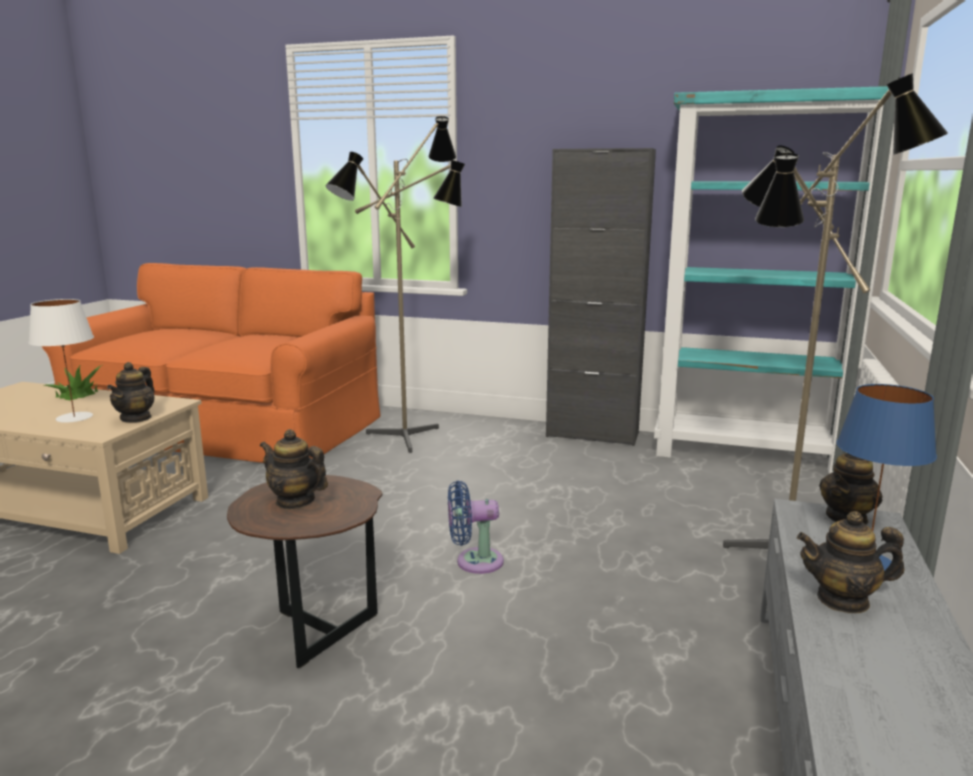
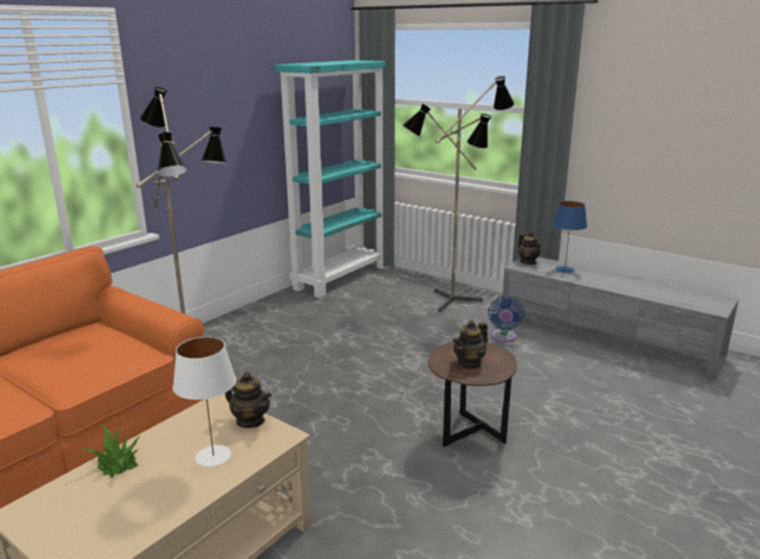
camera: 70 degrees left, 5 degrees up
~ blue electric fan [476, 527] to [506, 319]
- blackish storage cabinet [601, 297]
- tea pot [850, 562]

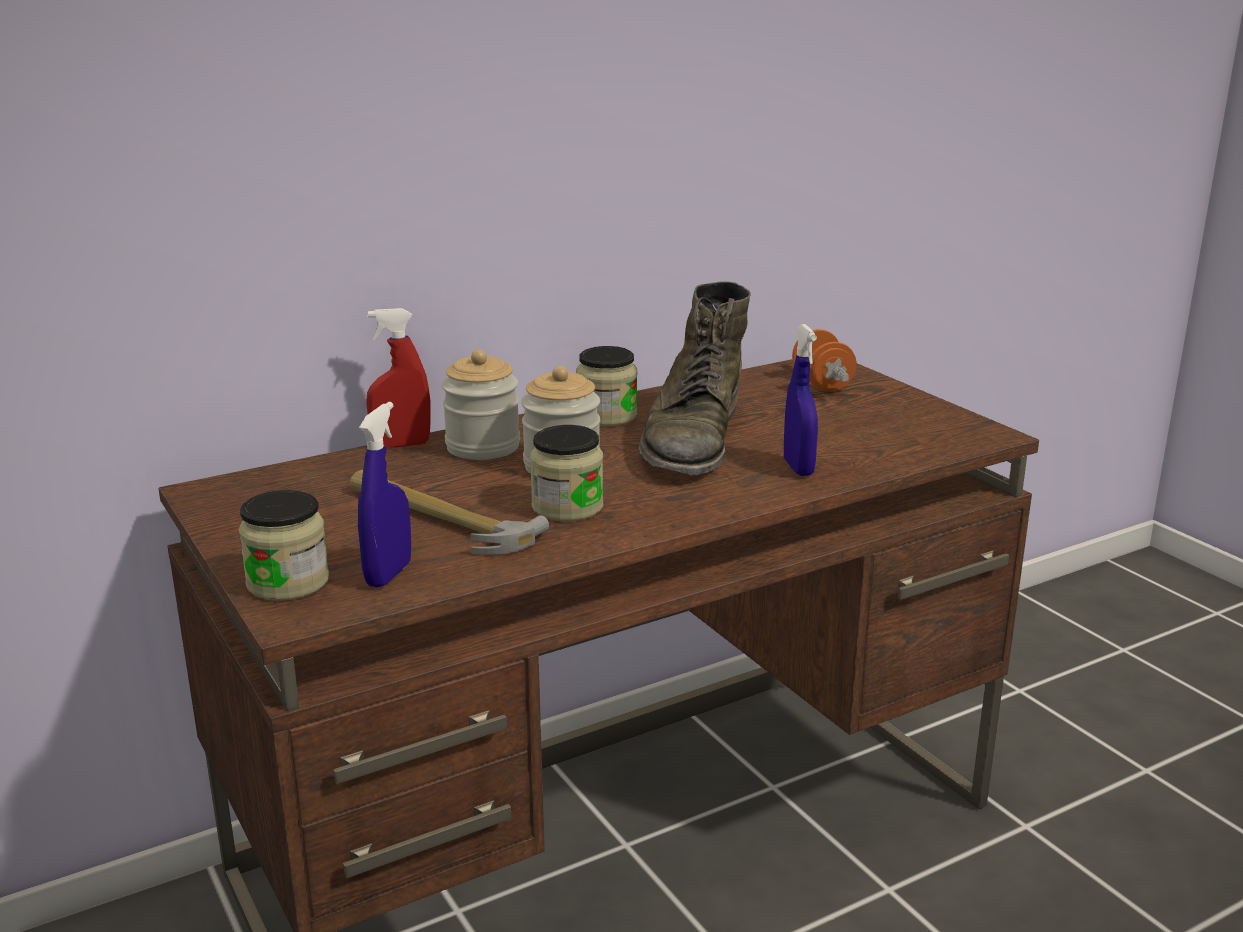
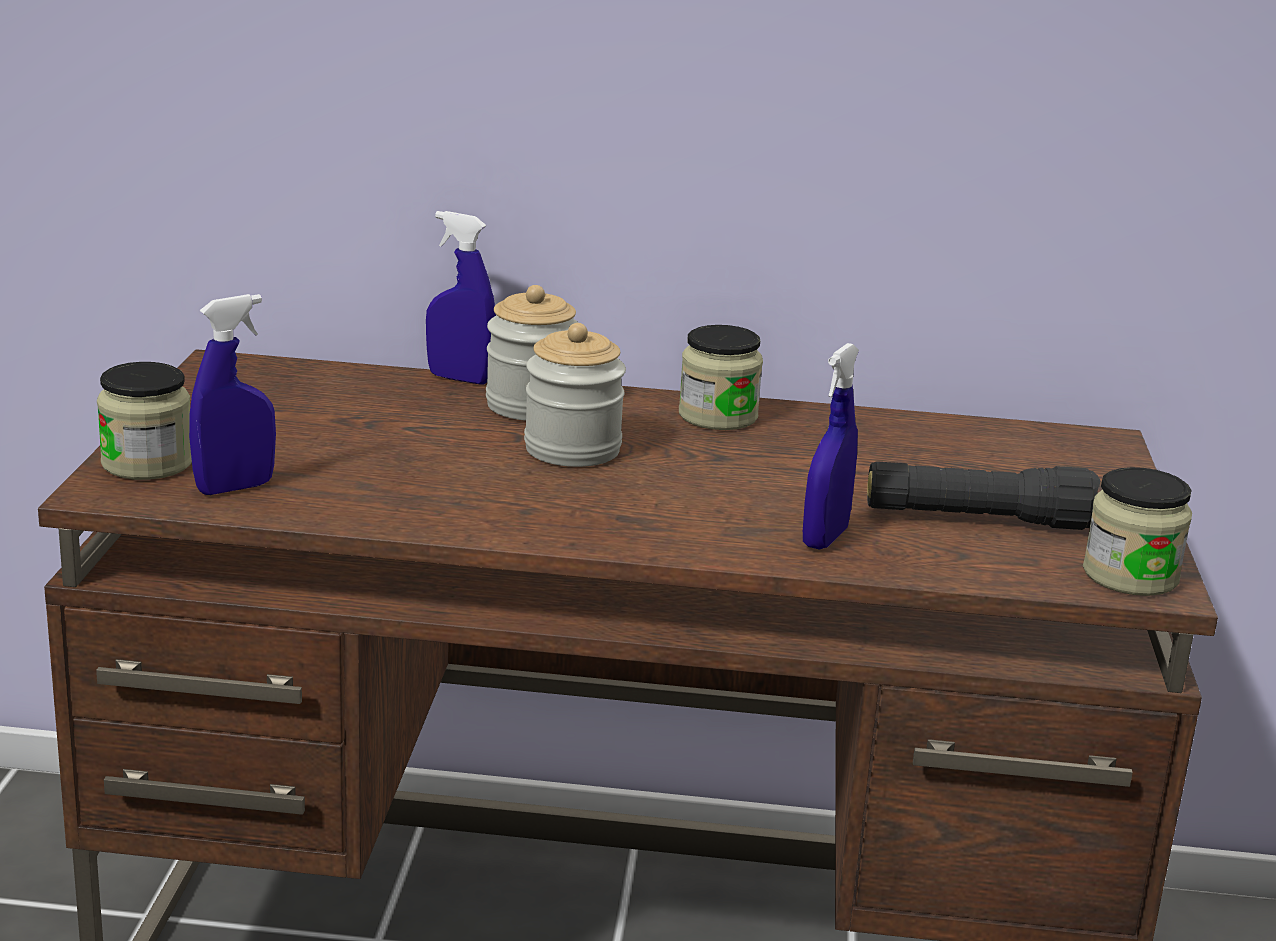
camera: 35 degrees right, 0 degrees up
- hand hammer [449, 512]
~ reddish sprayer [398, 378] to blue sprayer [461, 297]
~ storage jar [566, 473] to [1137, 531]
- greenish boot [695, 378]
- orange hand weight [824, 360]
+ blackish torch [983, 495]

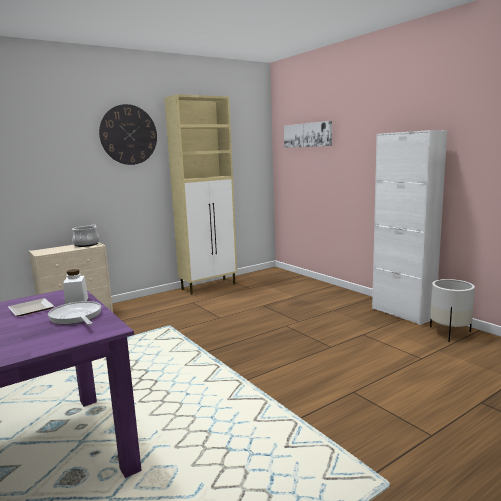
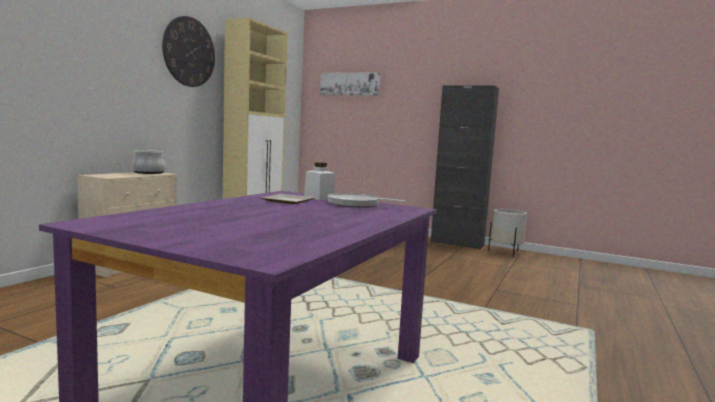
camera: 30 degrees left, 5 degrees down
~ whitish storage cabinet [409, 227] to blackish storage cabinet [465, 167]

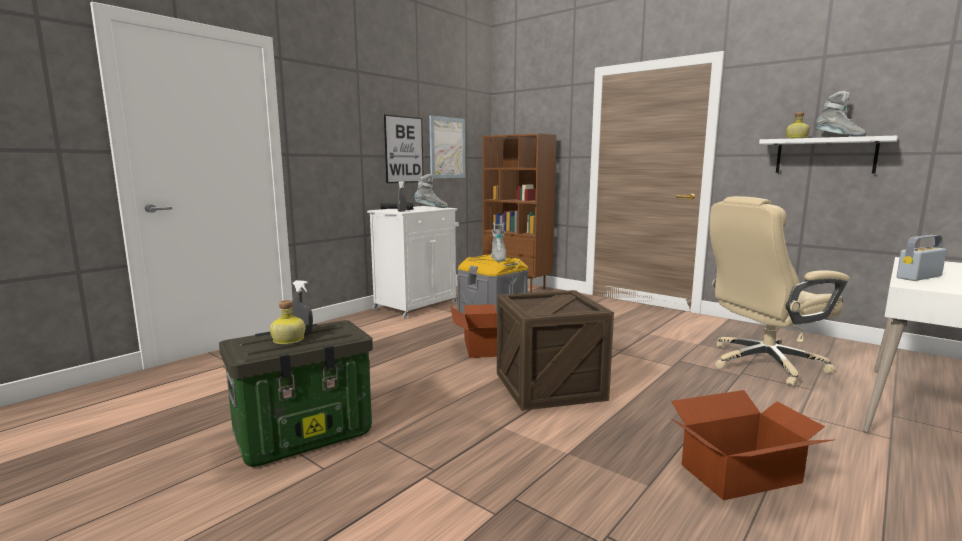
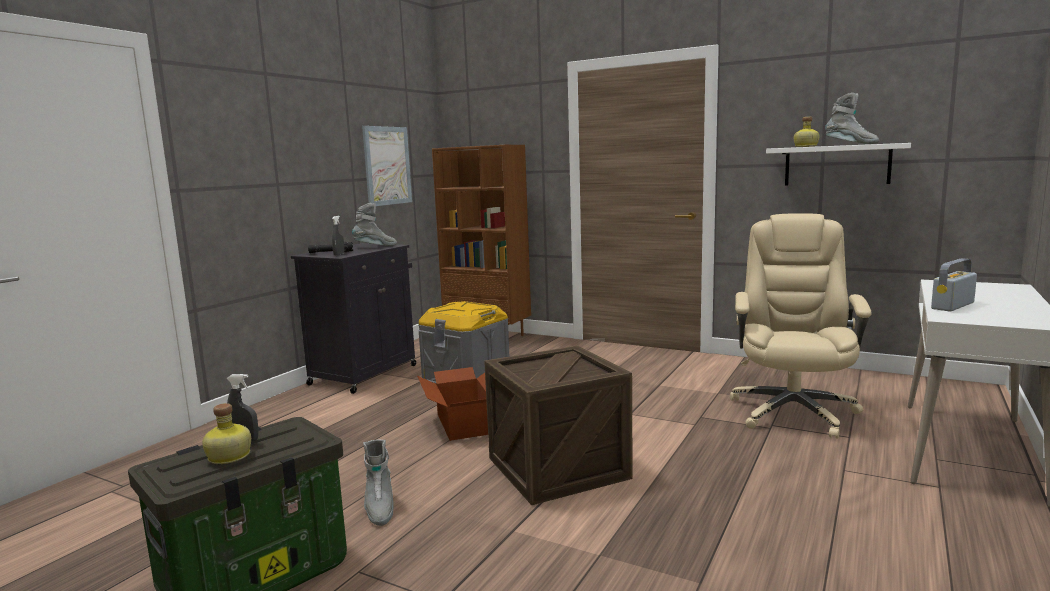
camera: 10 degrees left, 0 degrees up
~ whitish storage cabinet [413, 262] to blackish storage cabinet [353, 318]
- picture [404, 149]
~ greyish boot [498, 242] to [378, 483]
- carton [751, 445]
~ sand-coloured desk chair [779, 291] = [801, 326] 135 degrees clockwise

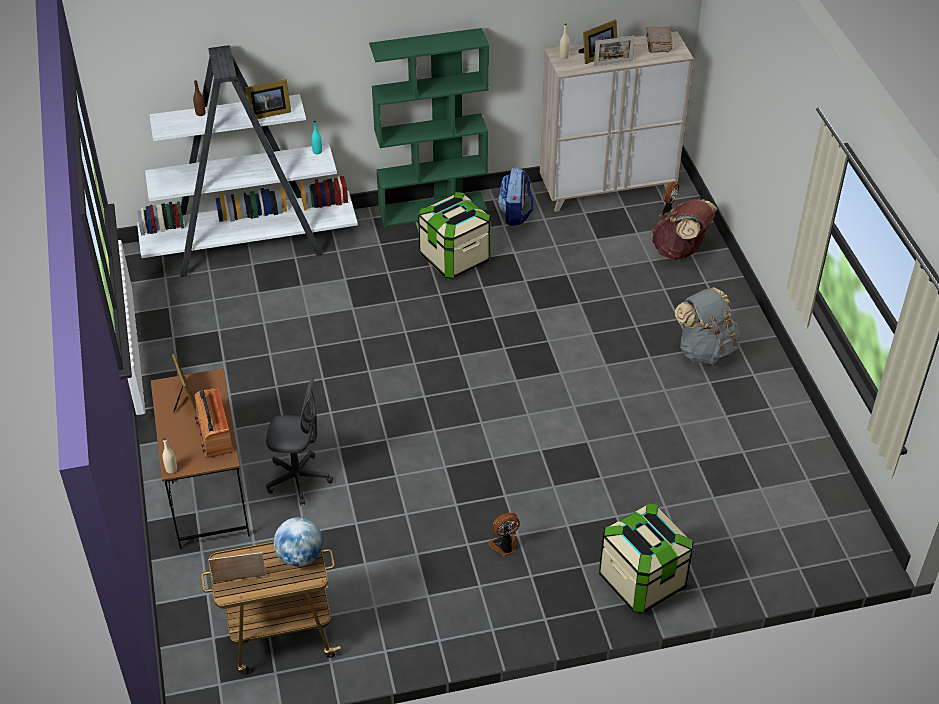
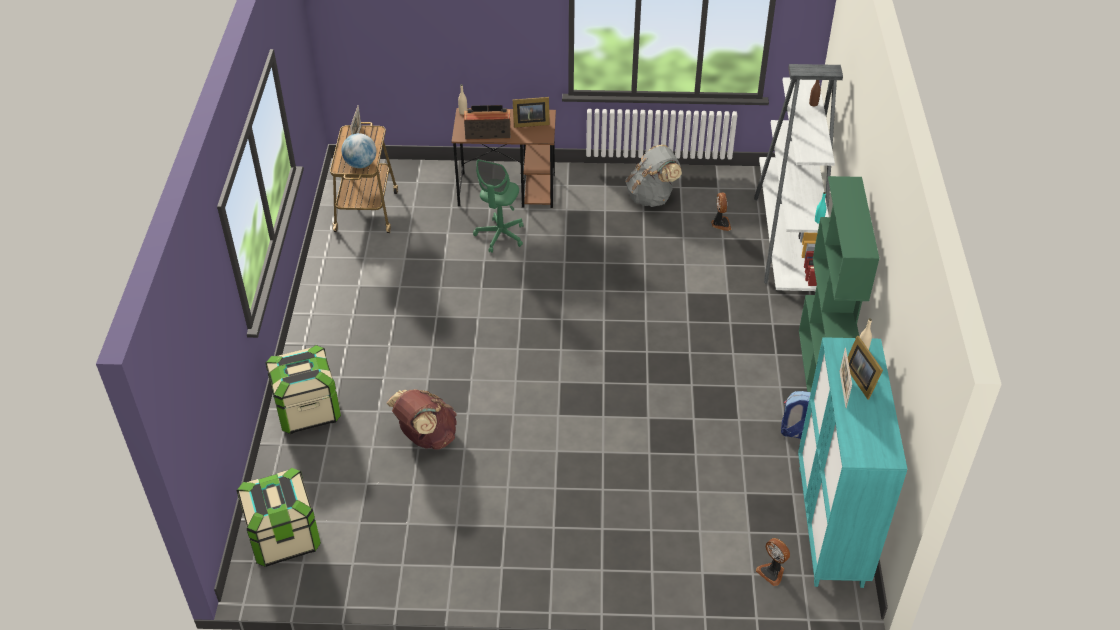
camera: 105 degrees right, 0 degrees up
- photo frame [268, 99]
~ greyish desk chair [299, 441] to greenish desk chair [498, 206]
~ storage container [454, 235] to [279, 517]
~ electric fan [504, 535] to [721, 212]
~ sand-coloured storage cabinet [617, 122] to turquoise storage cabinet [852, 462]
- brown book [659, 40]
~ brown knapsack [684, 229] to [421, 419]
~ greyish knapsack [707, 326] to [653, 176]

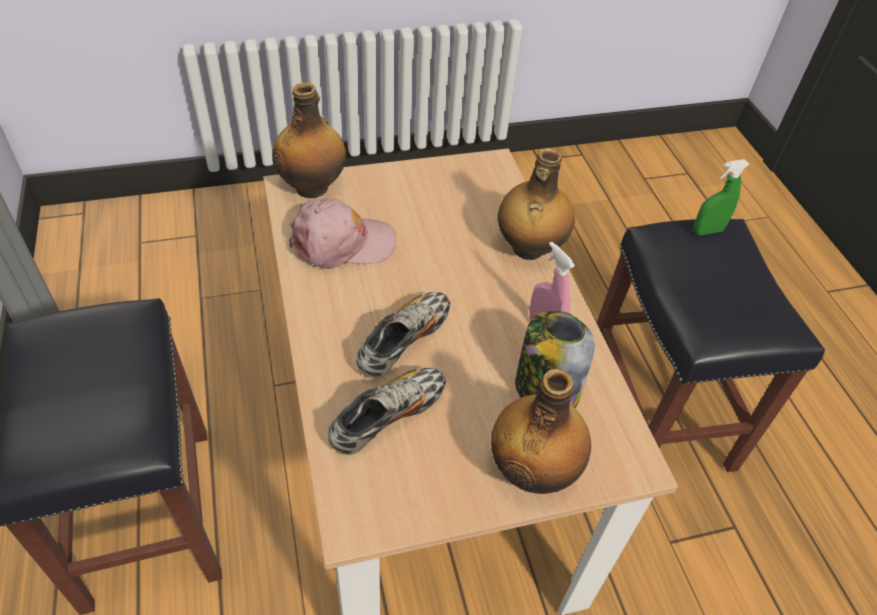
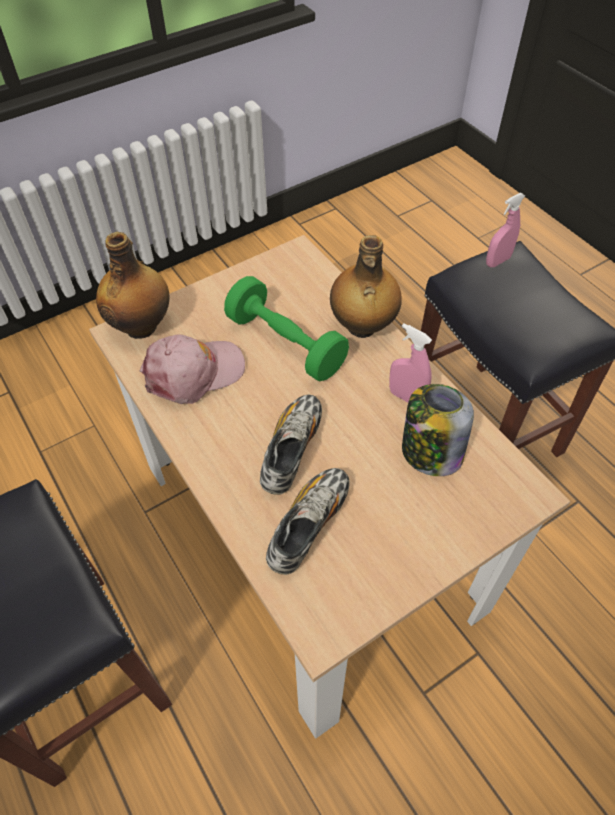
camera: 15 degrees left, 5 degrees up
- beverage bottle [541, 431]
~ greenish sprayer [721, 197] to pink sprayer [505, 230]
+ greenish hand weight [286, 329]

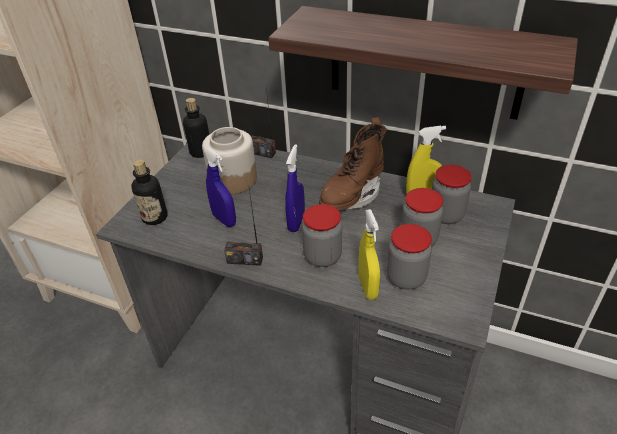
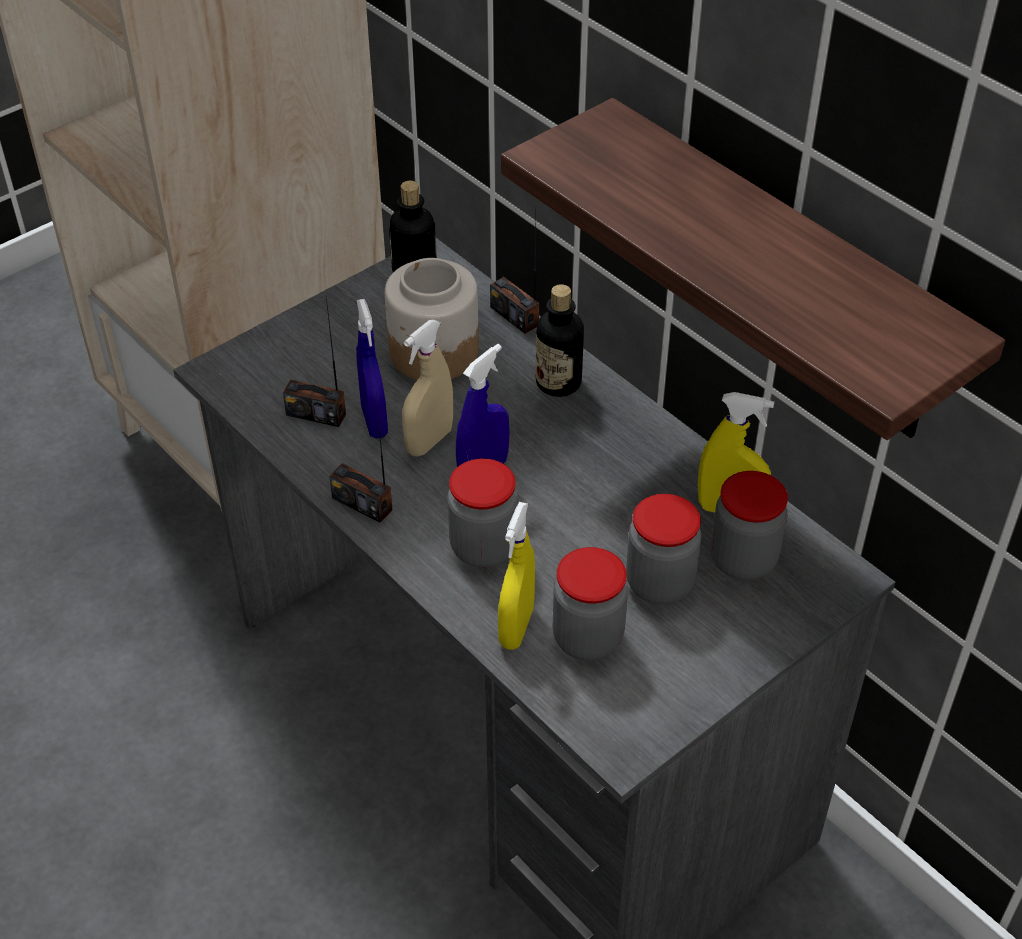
camera: 25 degrees right, 5 degrees up
~ beverage bottle [149, 192] to [560, 340]
- brown boot [353, 163]
+ radio receiver [314, 362]
+ sand-coloured sprayer [427, 388]

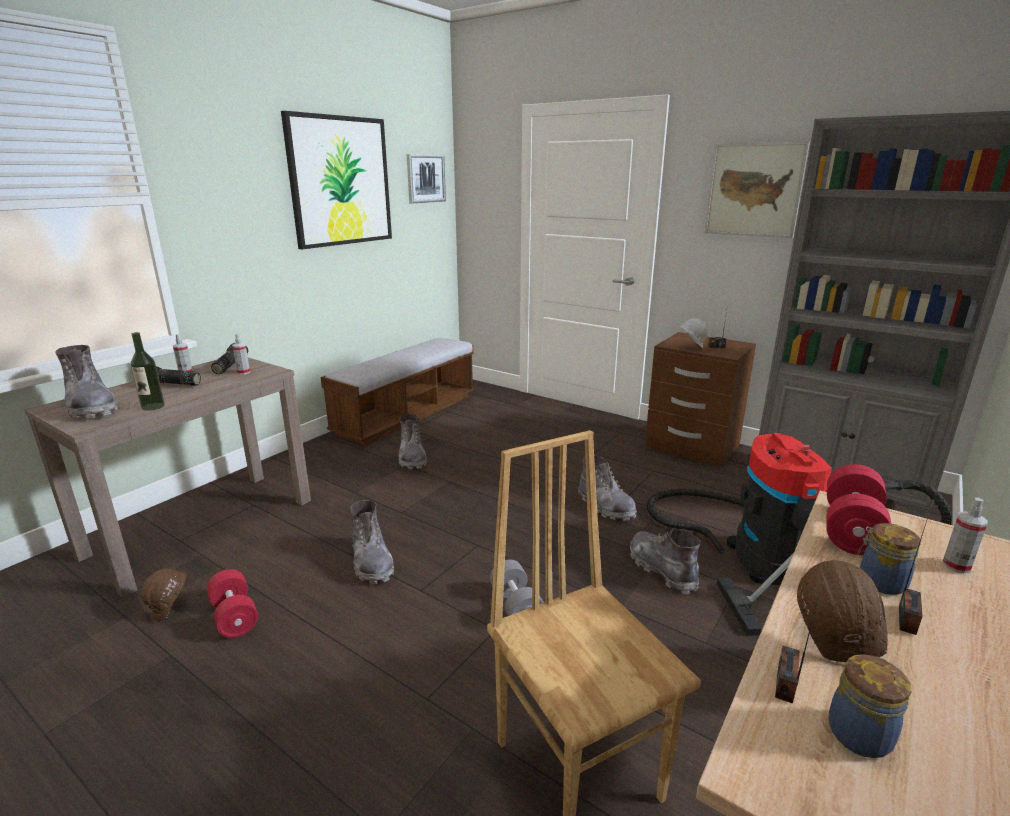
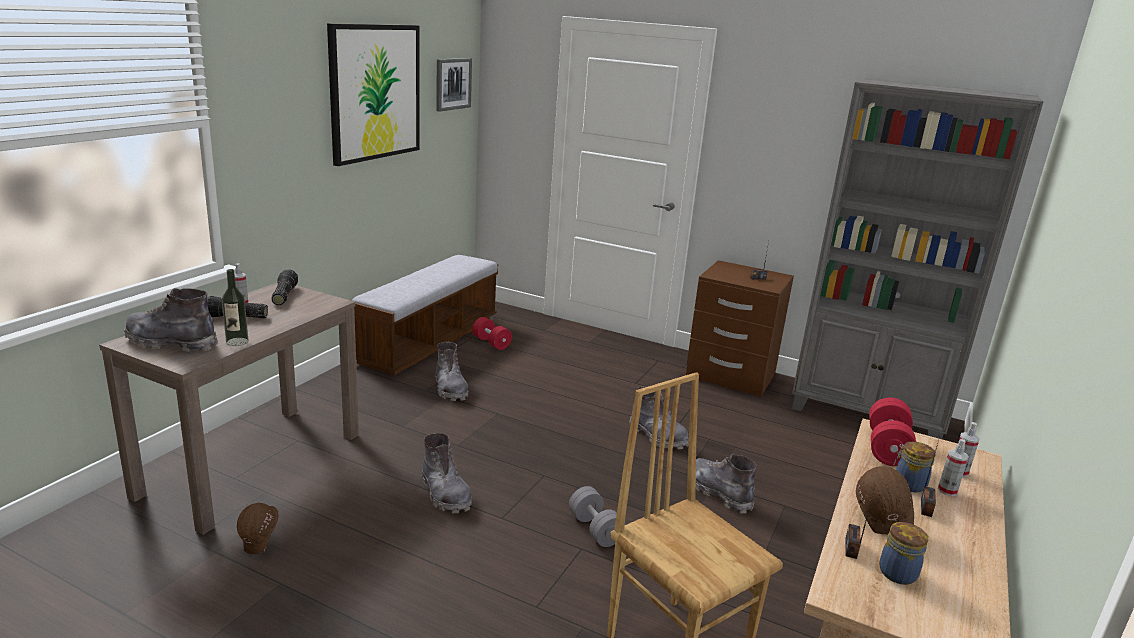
camera: 10 degrees left, 0 degrees up
~ greyish boot [86, 382] = [171, 320] 150 degrees clockwise
~ reddish hand weight [232, 603] to [492, 333]
~ sprayer [241, 354] to [953, 467]
- vacuum [800, 534]
- whitish work helmet [694, 333]
- picture [757, 190]

